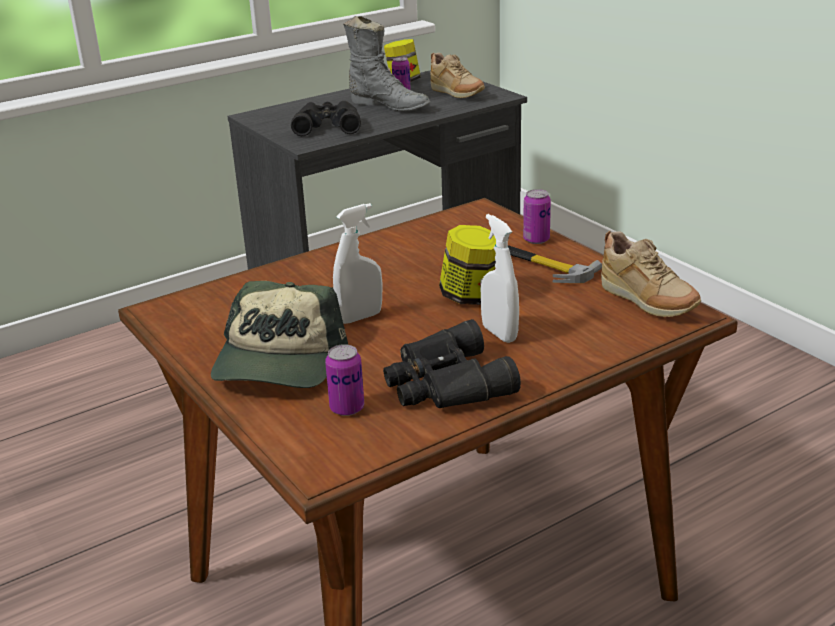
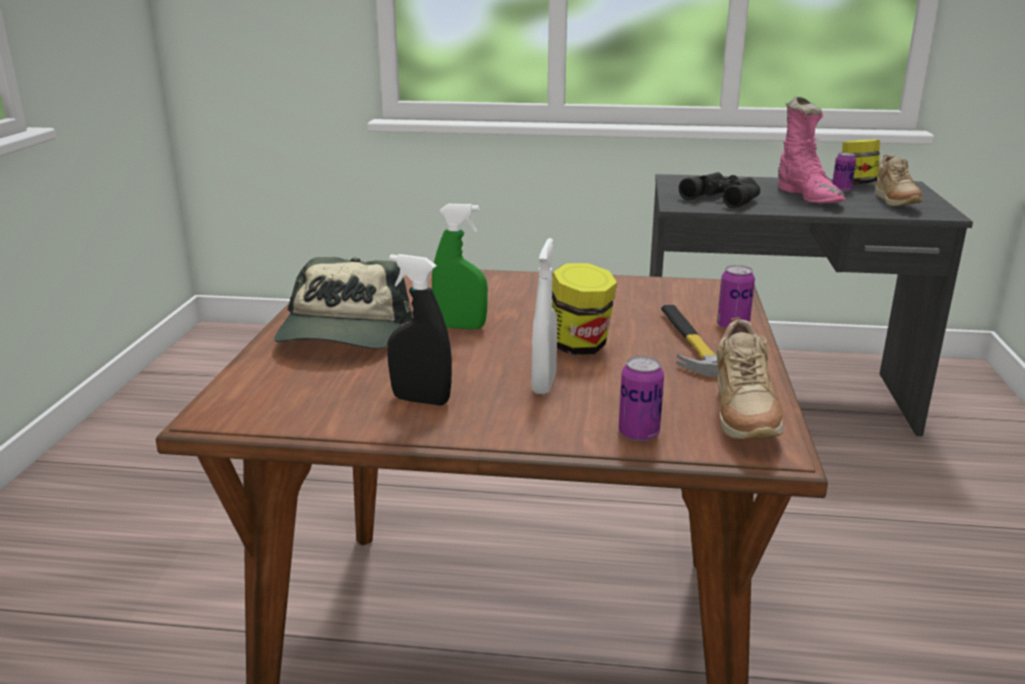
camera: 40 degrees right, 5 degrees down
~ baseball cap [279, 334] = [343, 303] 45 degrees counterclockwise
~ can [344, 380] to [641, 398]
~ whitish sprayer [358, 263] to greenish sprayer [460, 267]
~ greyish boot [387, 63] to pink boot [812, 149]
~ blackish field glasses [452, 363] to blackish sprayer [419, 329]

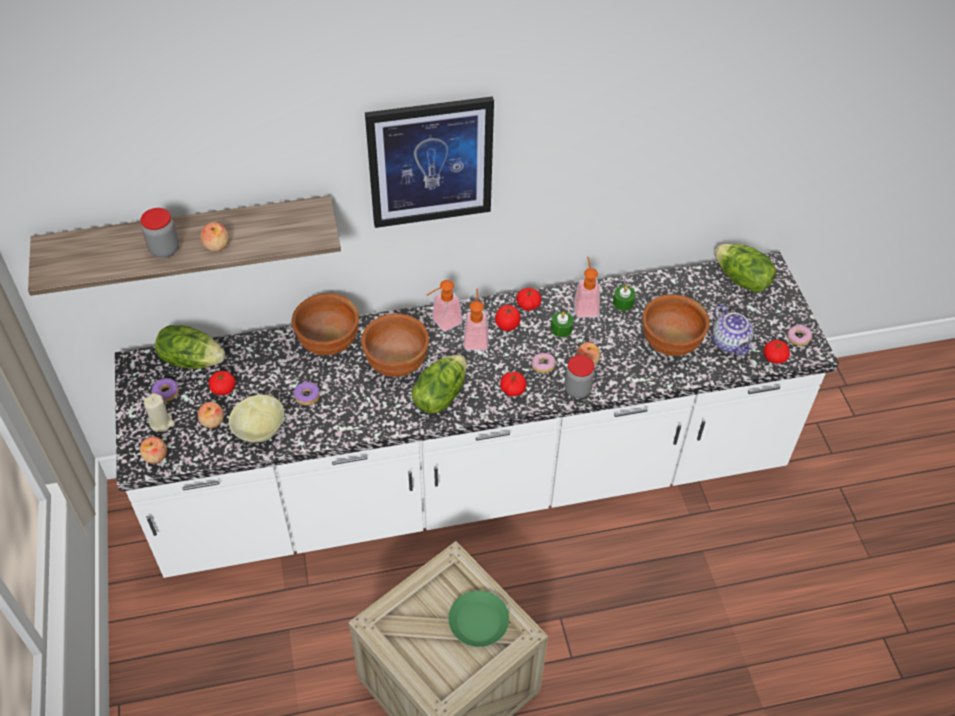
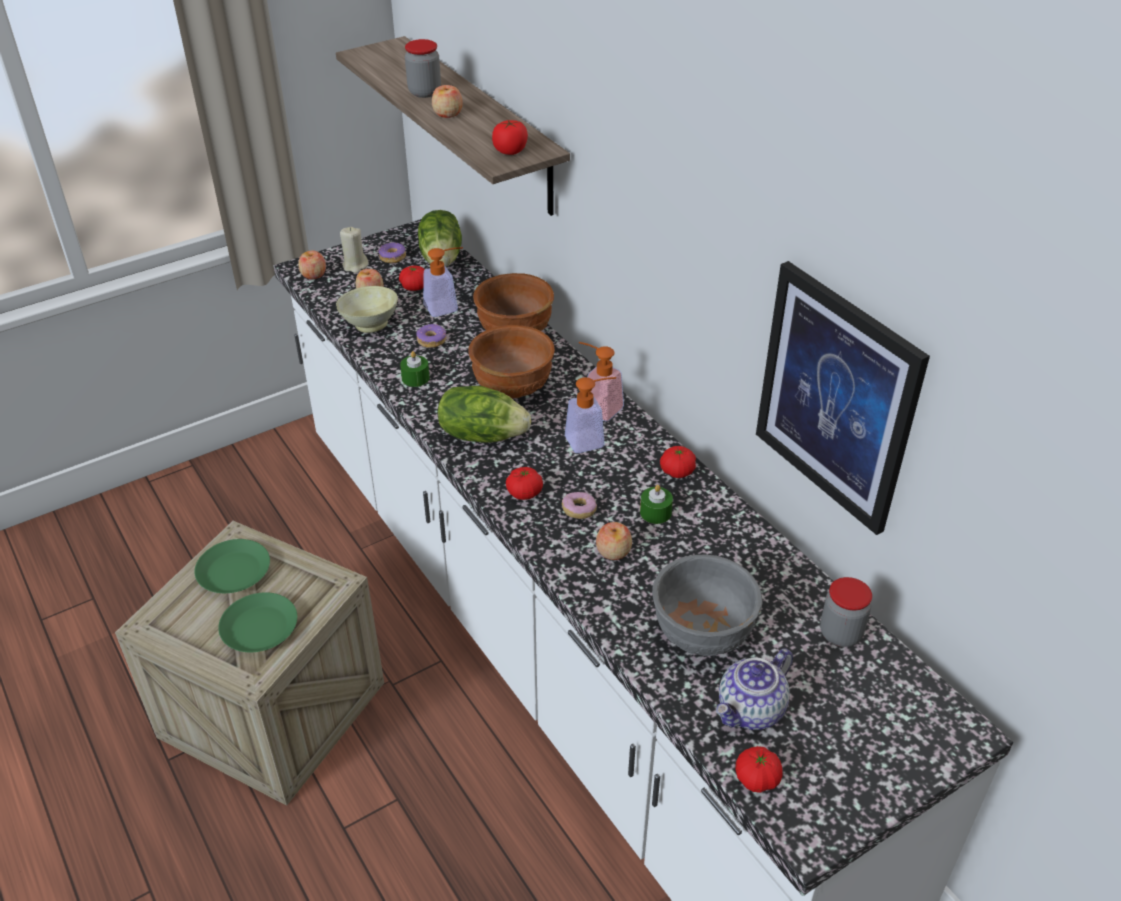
camera: 70 degrees right, 10 degrees down
~ picture [429, 162] to [843, 398]
~ fresh tomato [507, 318] to [510, 137]
~ storage jar [580, 376] to [846, 612]
~ soap bottle [587, 287] to [443, 282]
~ greenish candle [624, 298] to [415, 369]
~ brown deep dish [676, 325] to greyish deep dish [707, 605]
- lettuce head [745, 268]
- donut [799, 335]
+ greenish plate [232, 566]

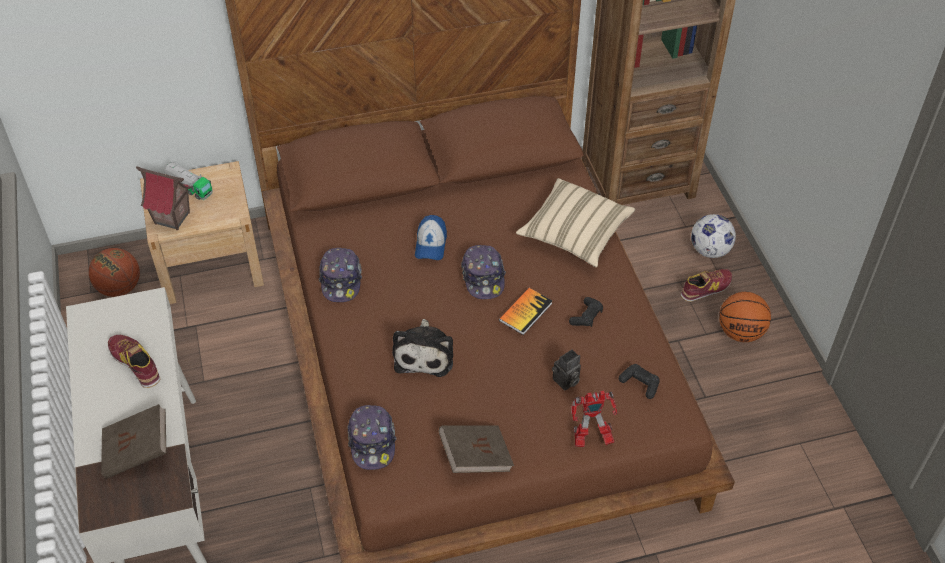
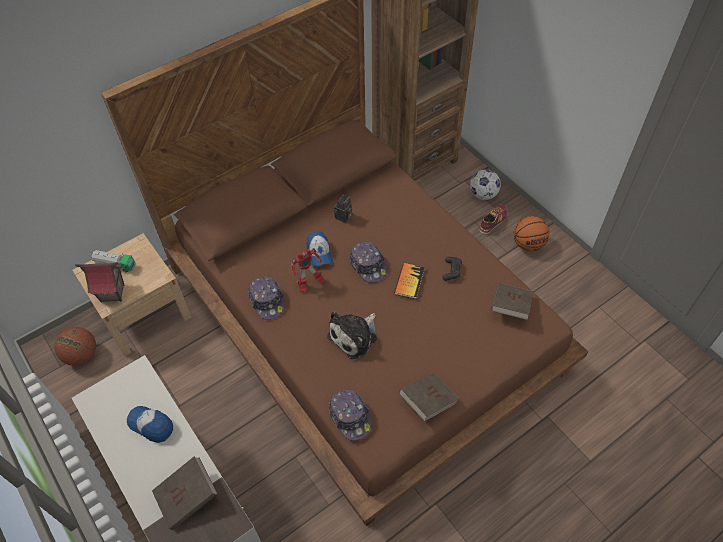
camera: 20 degrees left, 5 degrees up
~ low shoe [134, 361] to baseball cap [150, 424]
~ soft toy [422, 348] = [352, 335] 60 degrees clockwise
- sand-coloured throw pillow [575, 222]
~ still camera [566, 370] to [343, 208]
~ toy robot [594, 419] to [308, 270]
~ blackish game controller [639, 381] to brown book [512, 301]

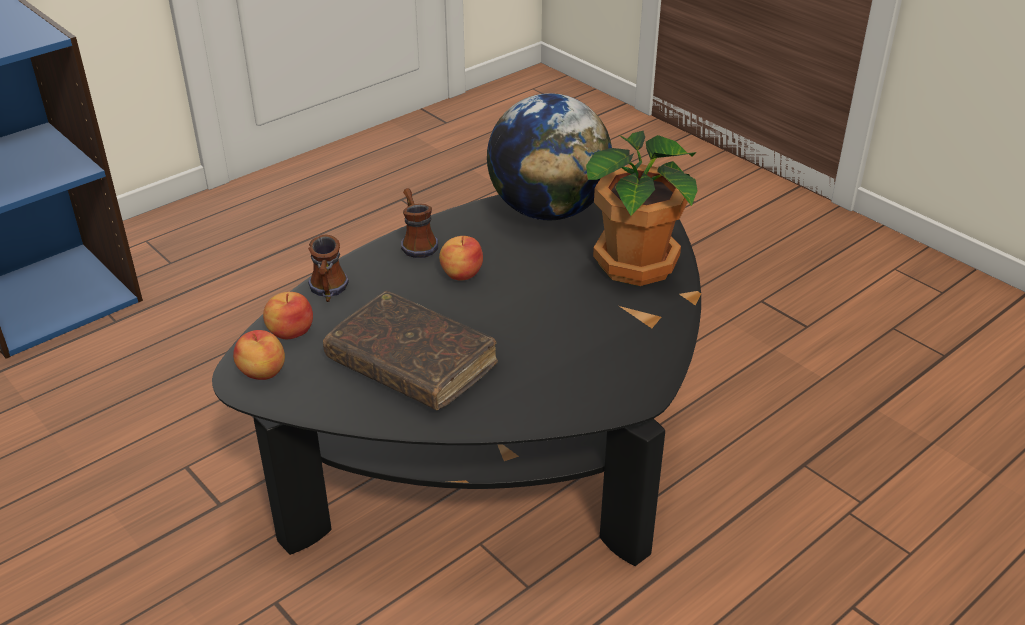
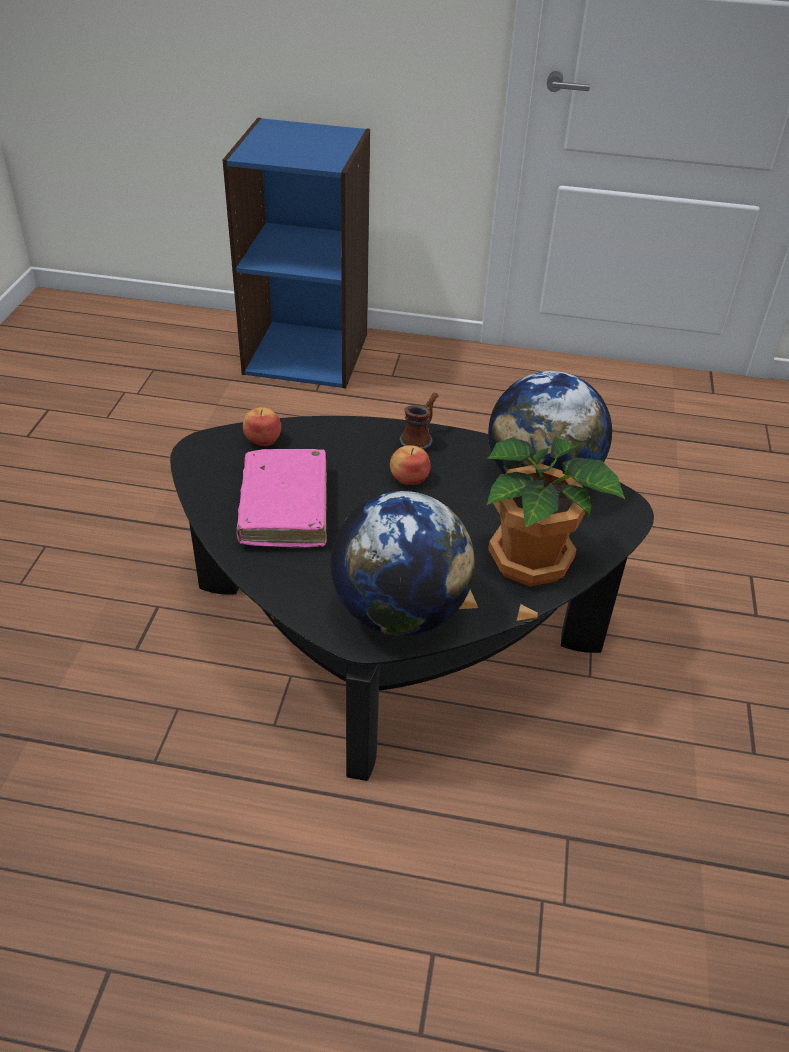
camera: 50 degrees right, 5 degrees up
- whole apple [259, 355]
- coffee mug [328, 268]
~ brown book [410, 350] to pink book [281, 498]
+ world globe [402, 563]

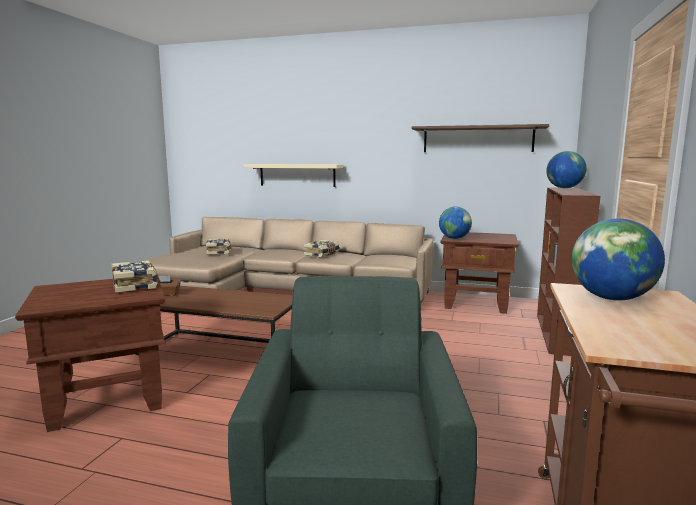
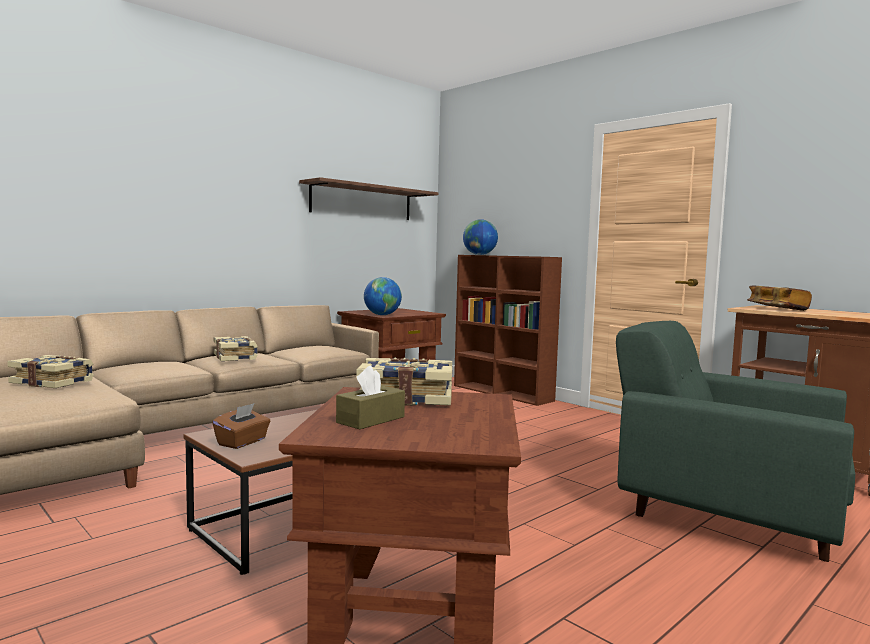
camera: 60 degrees left, 5 degrees down
- sand-coloured bracket shelf [293, 175]
~ world globe [618, 259] to book [779, 298]
+ brown tissue box [370, 398]

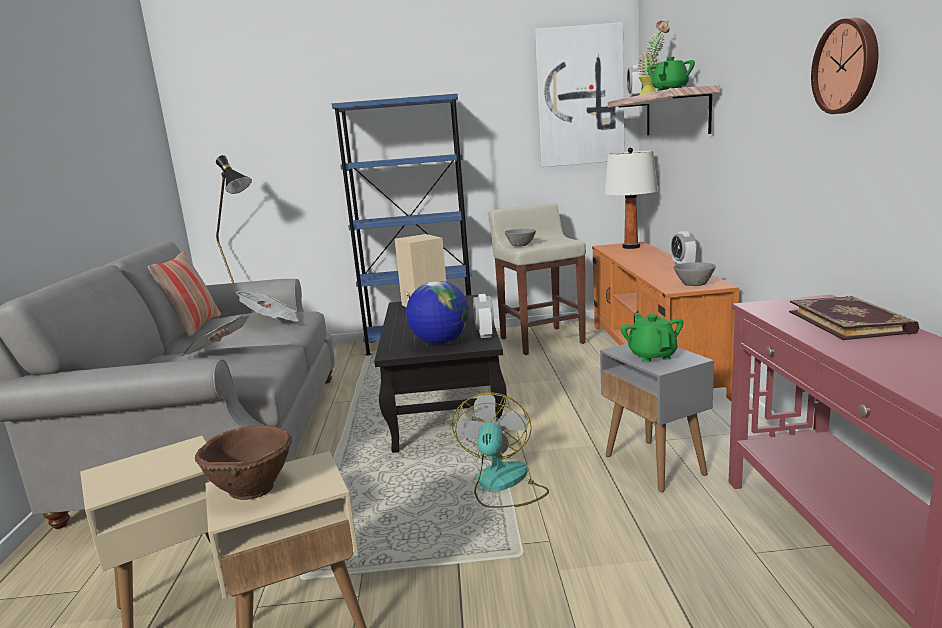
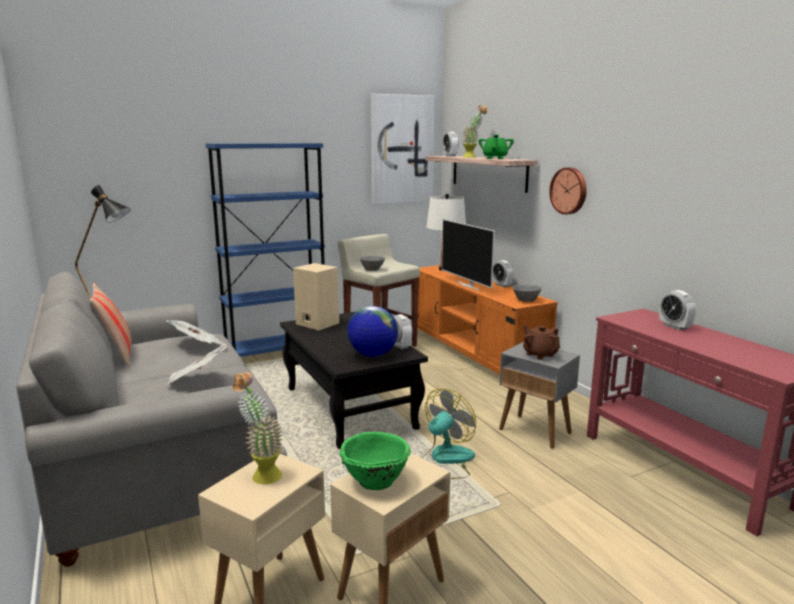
camera: 25 degrees left, 0 degrees up
~ brown deep dish [243, 462] to greenish deep dish [375, 461]
~ electric fan [500, 450] = [449, 434] 60 degrees clockwise
~ greenish tea pot [652, 338] to brown tea pot [541, 343]
~ book [854, 318] to bedside clock [677, 310]
~ hanging clock [844, 66] to [568, 191]
+ plant in a pot [258, 428]
+ television [468, 255]

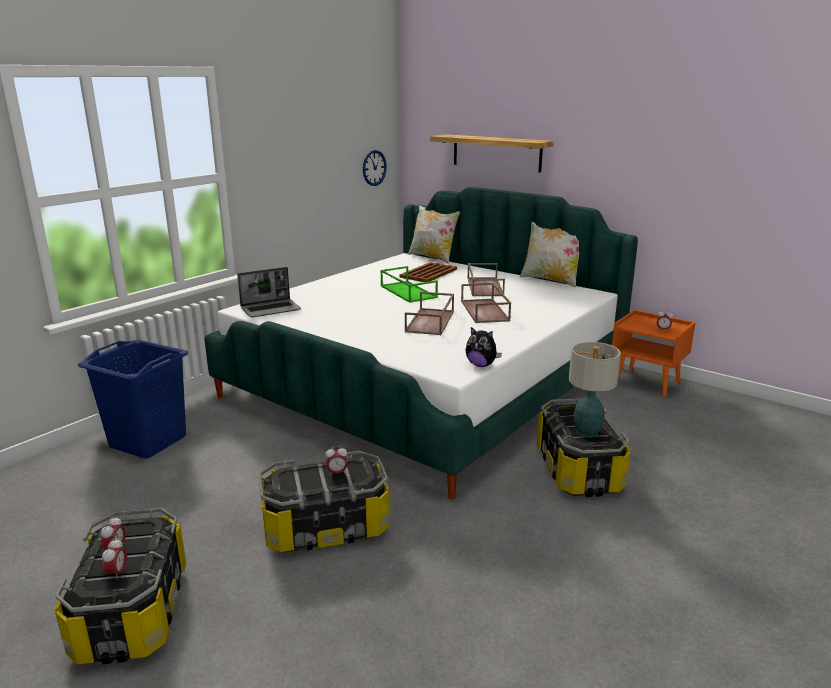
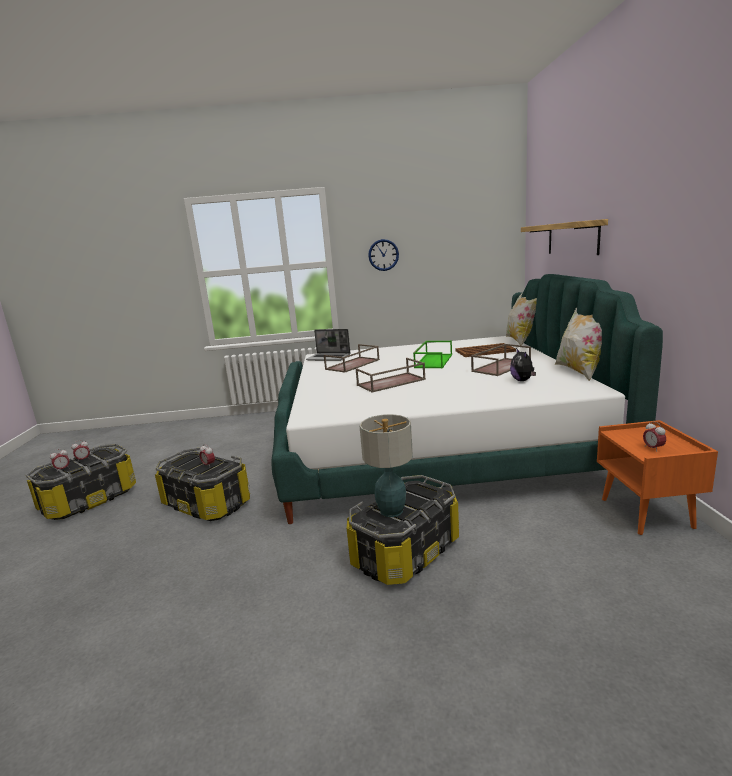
camera: 50 degrees right, 5 degrees down
- blue washing basket [133, 399]
~ hanging clock [375, 168] to [383, 255]
~ brown tray [486, 303] to [352, 358]
~ soft toy [483, 347] to [523, 364]

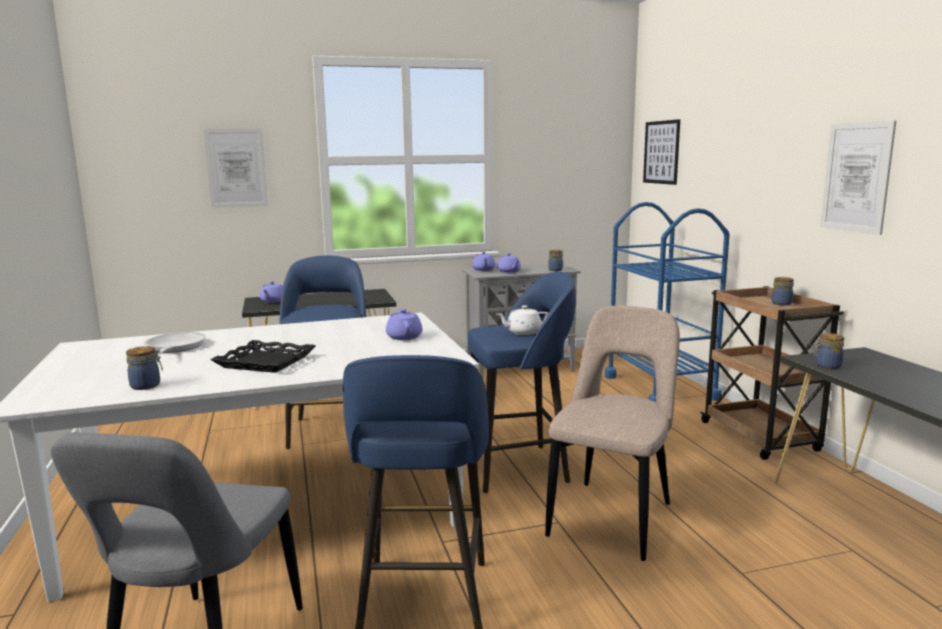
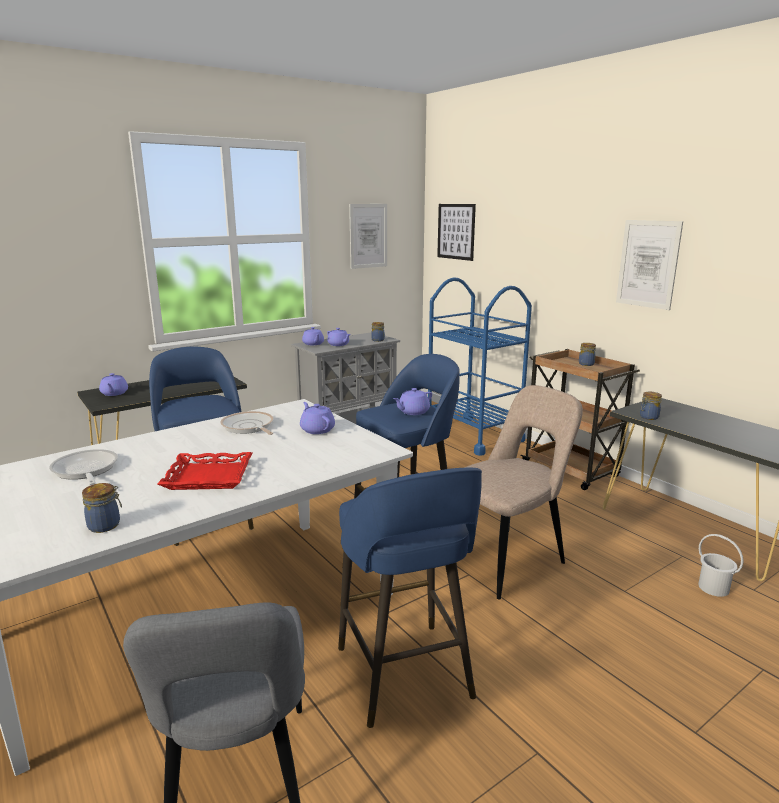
camera: 20 degrees left, 5 degrees up
~ picture [236, 168] to [368, 236]
~ blackish tray [263, 356] to reddish tray [204, 471]
~ whitish tea pot [522, 320] to purplish tea pot [412, 401]
~ sand-coloured plain chair [612, 433] = [523, 492] 45 degrees clockwise
+ frying pan [246, 423]
+ whitish bucket [721, 565]

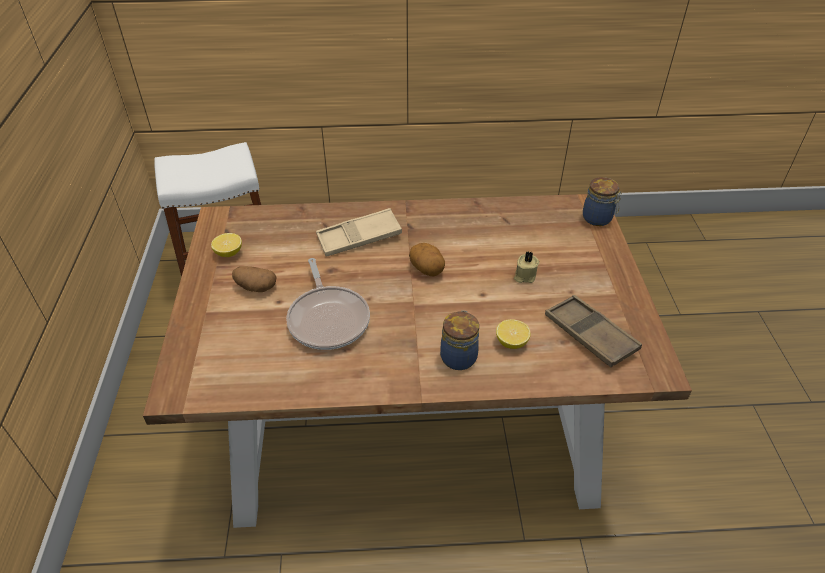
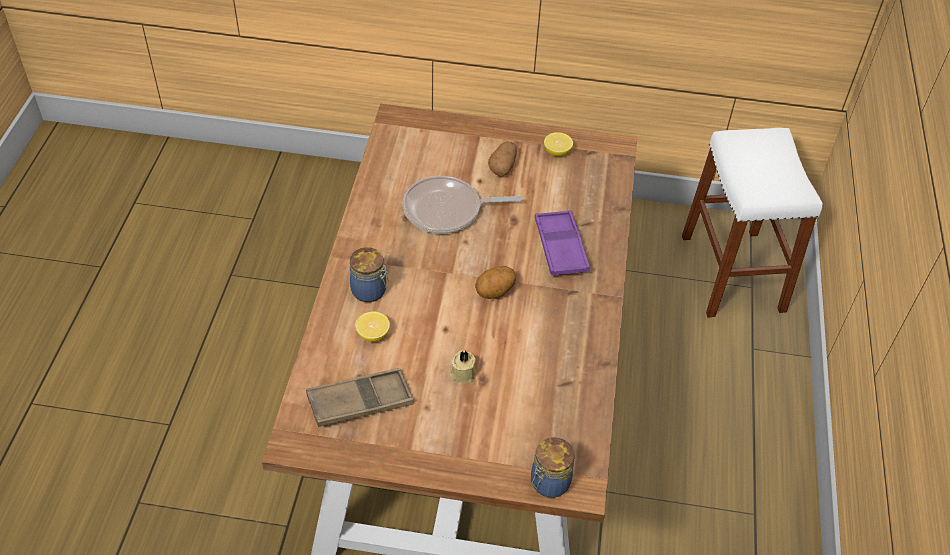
camera: 100 degrees right, 5 degrees up
~ sand-coloured tray [359, 232] to purplish tray [562, 242]

